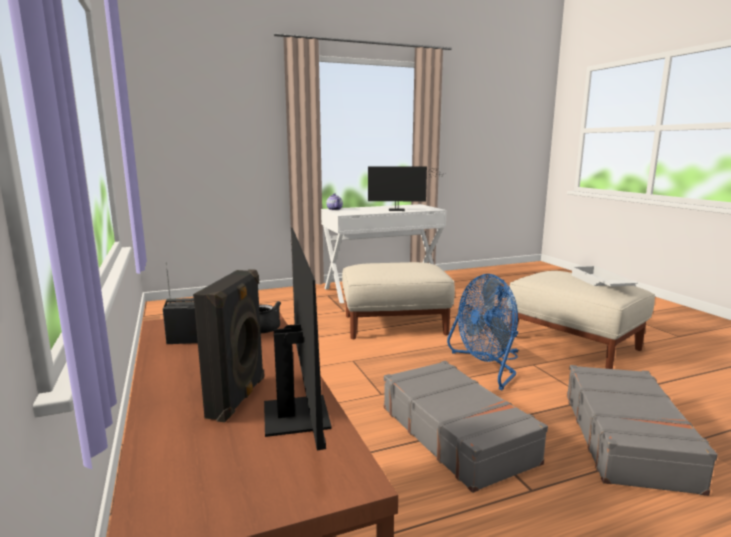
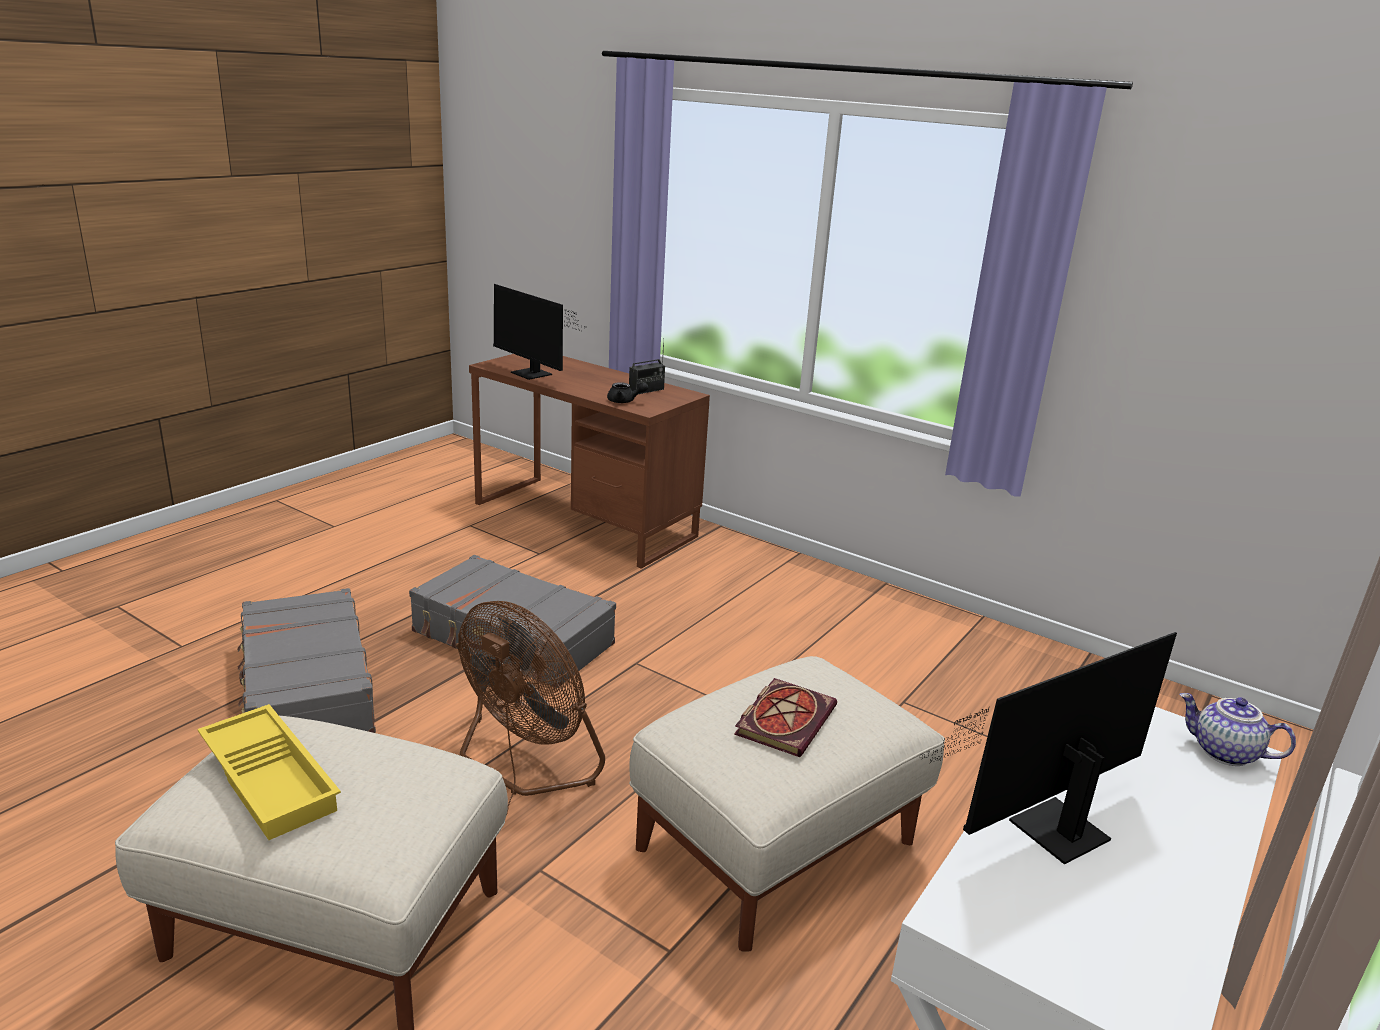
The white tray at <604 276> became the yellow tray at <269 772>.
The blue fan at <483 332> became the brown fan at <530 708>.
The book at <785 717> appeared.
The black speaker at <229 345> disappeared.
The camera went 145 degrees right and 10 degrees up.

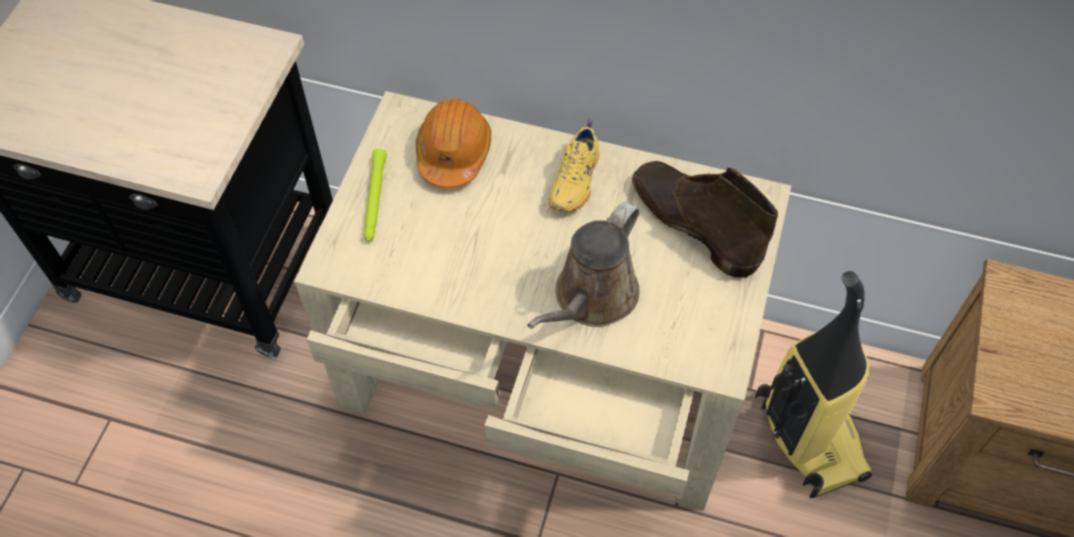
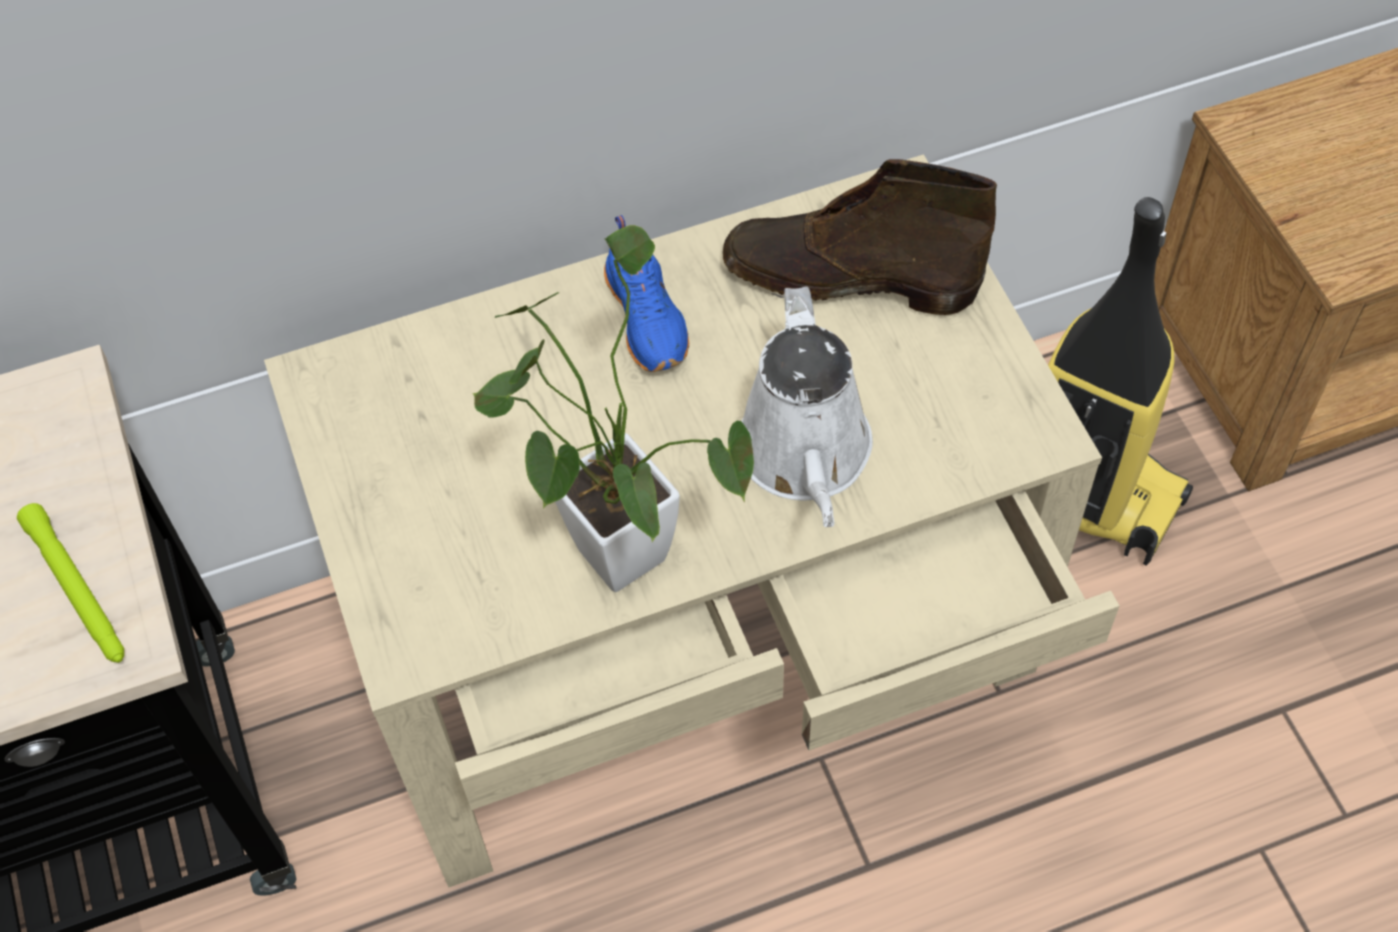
The green flashlight moved from <375 195> to <70 583>.
The potted plant at <613 408> appeared.
The yellow shoe at <574 165> became the blue shoe at <646 293>.
The brown watering can at <583 265> became the white watering can at <807 406>.
The orange hard hat at <453 143> disappeared.
The camera went 35 degrees left and 0 degrees up.

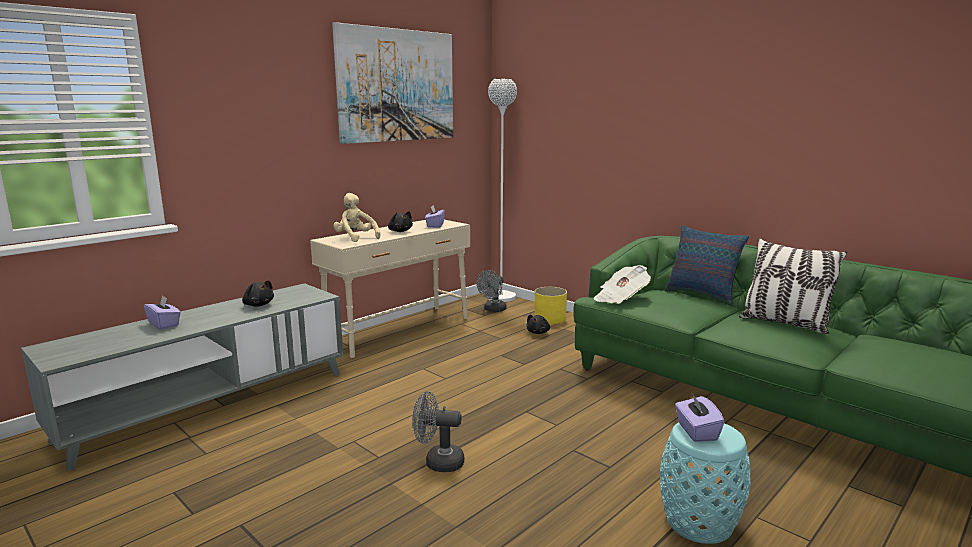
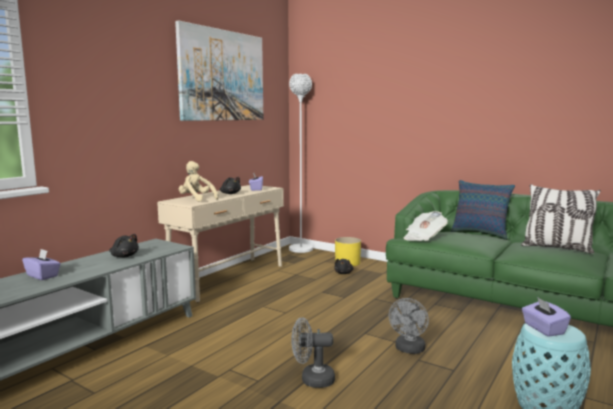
The grey fan moved from <492 291> to <409 326>.
The camera went 10 degrees left and 5 degrees down.

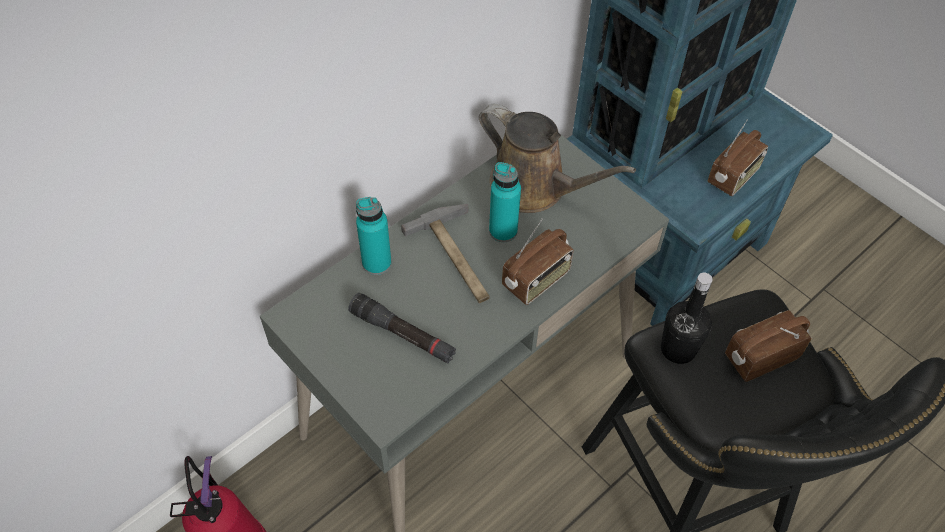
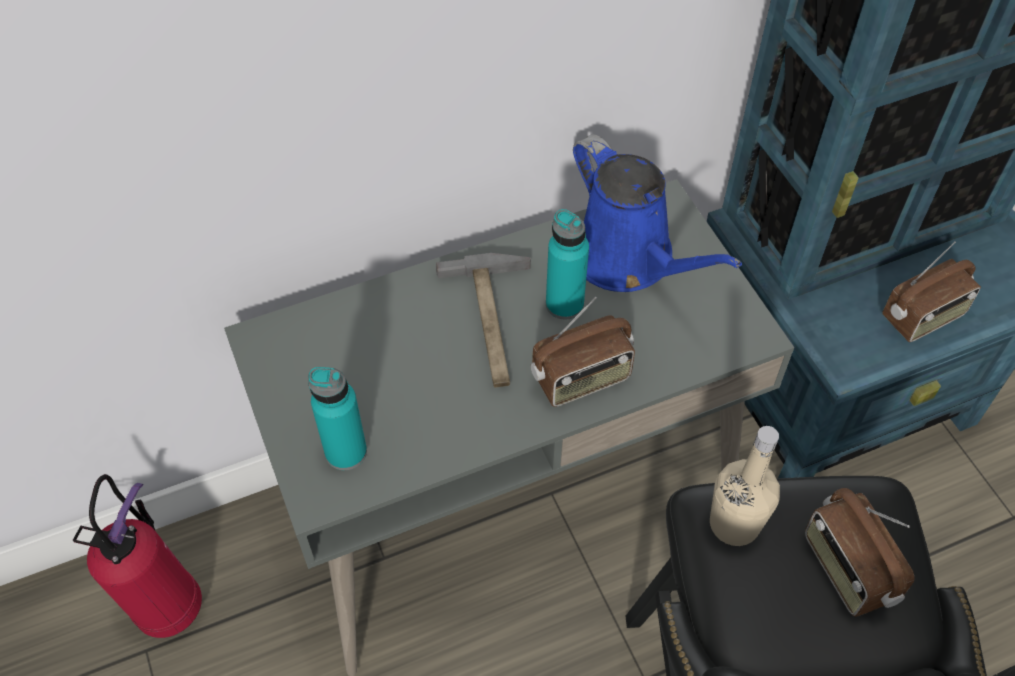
The turquoise bottle moved from <374 236> to <337 418>.
The brown watering can at <557 158> became the blue watering can at <657 213>.
The black bottle at <687 318> became the beige bottle at <745 486>.
The radio at <768 346> turned 105 degrees counterclockwise.
The black flashlight at <402 328> disappeared.
The camera went 20 degrees right and 0 degrees up.

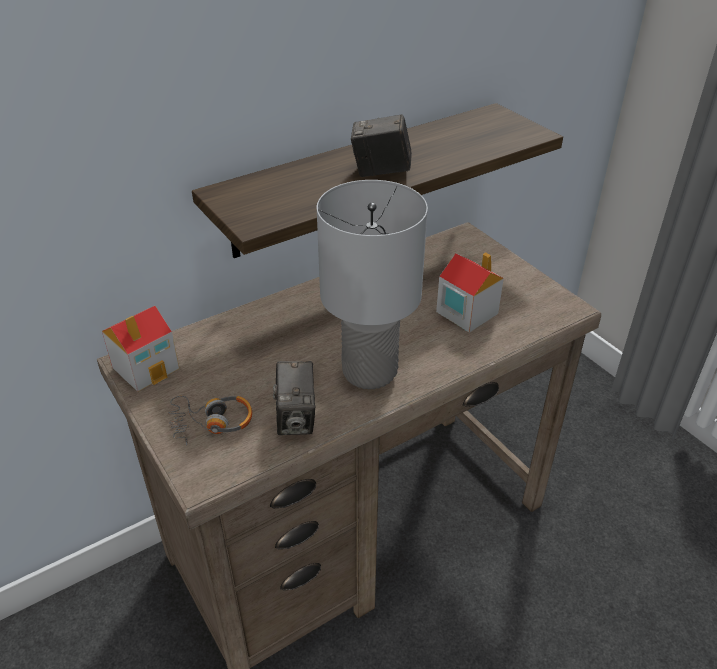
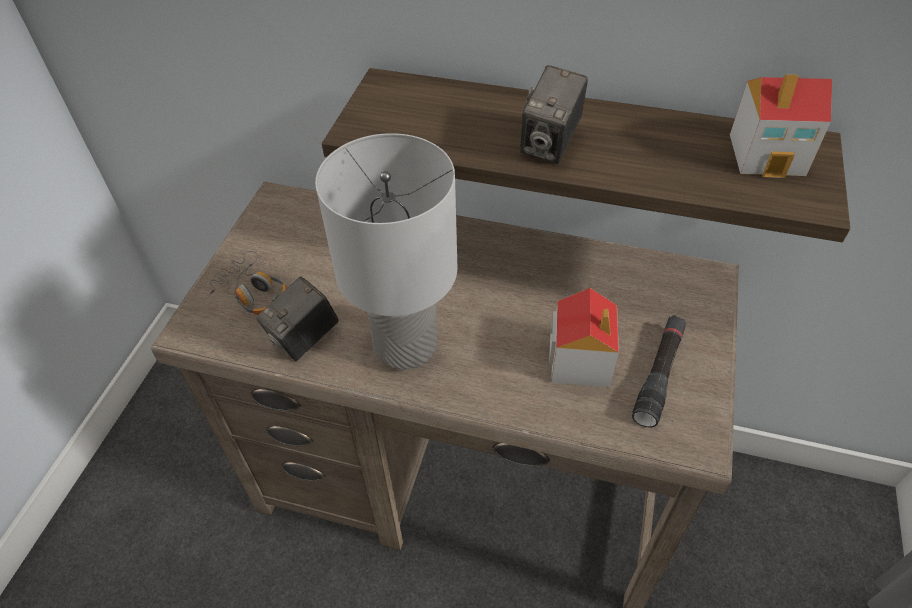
The photo camera at <381 145> turned 120 degrees counterclockwise.
The black flashlight at <659 371> appeared.
The toy house moved from <141 349> to <781 126>.
The camera went 50 degrees right and 10 degrees up.

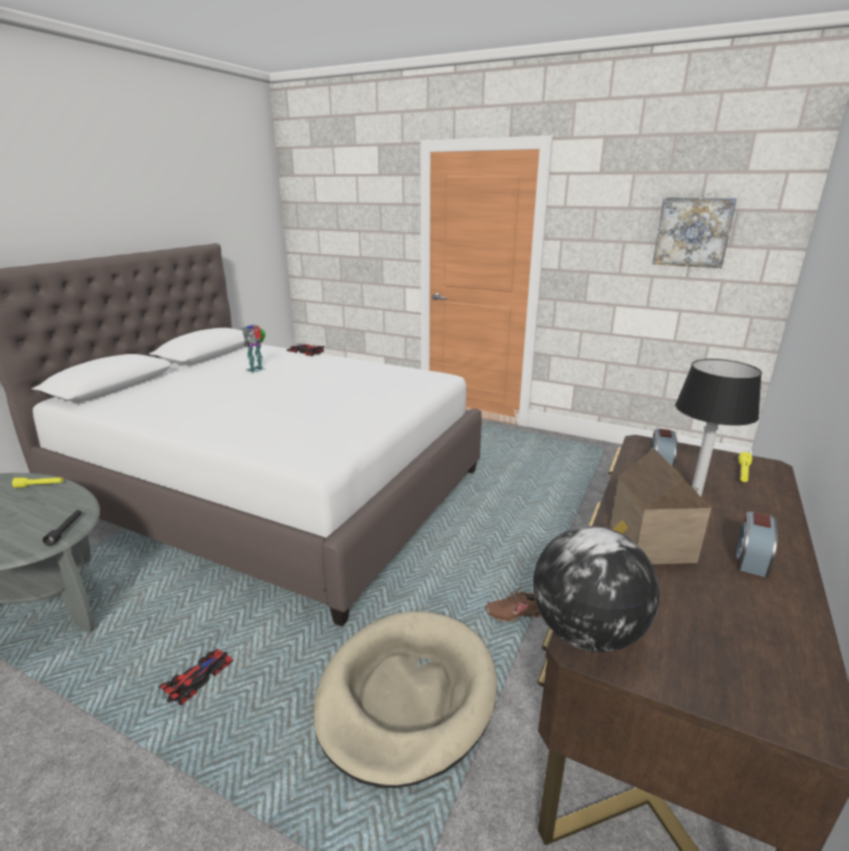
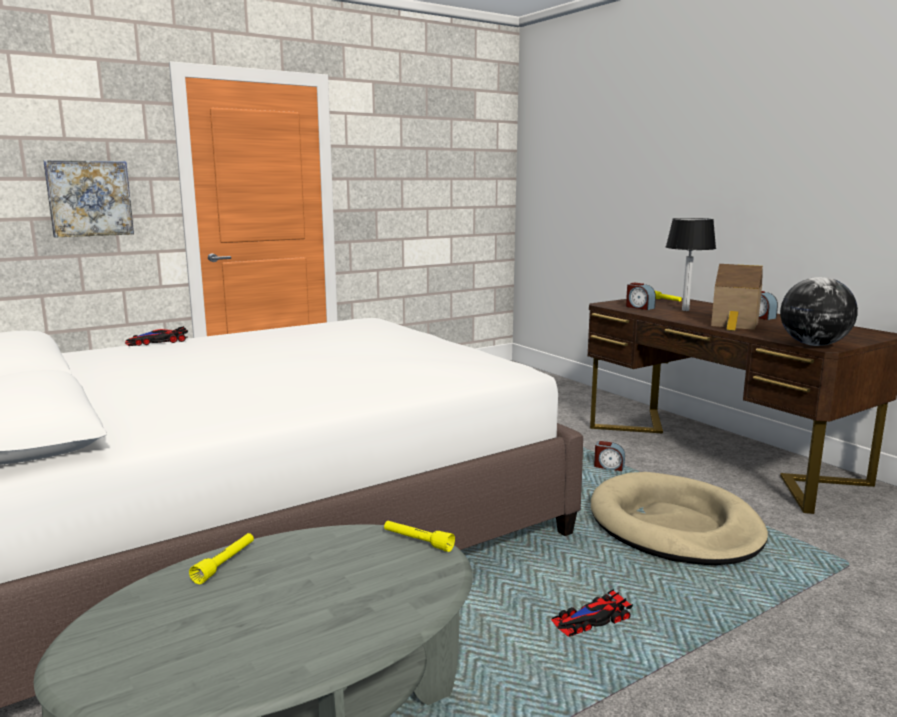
The picture moved from <694 232> to <88 199>.
The black flashlight at <62 528> became the yellow flashlight at <419 536>.
The toy car at <196 677> turned 90 degrees counterclockwise.
The brown shoe at <513 604> was replaced by the alarm clock at <609 456>.
The toy robot at <253 348> disappeared.
The camera went 60 degrees left and 10 degrees down.

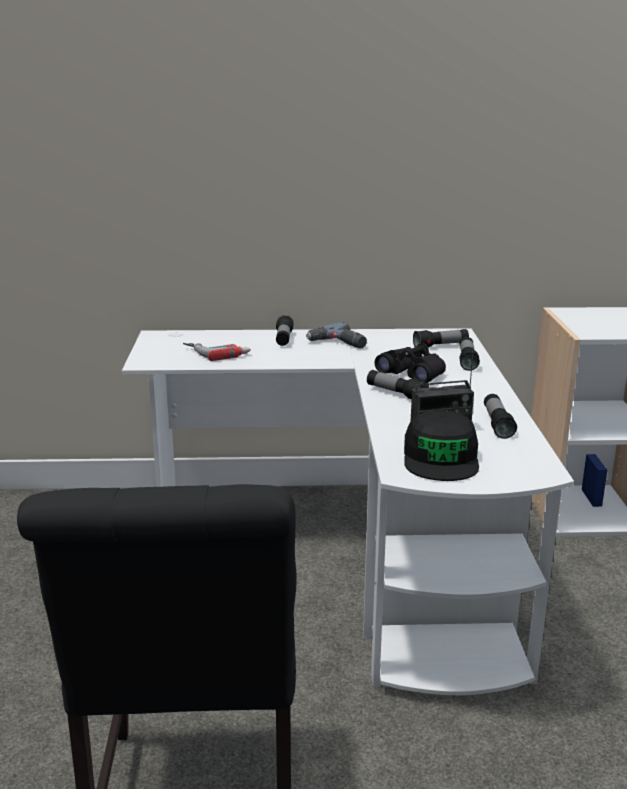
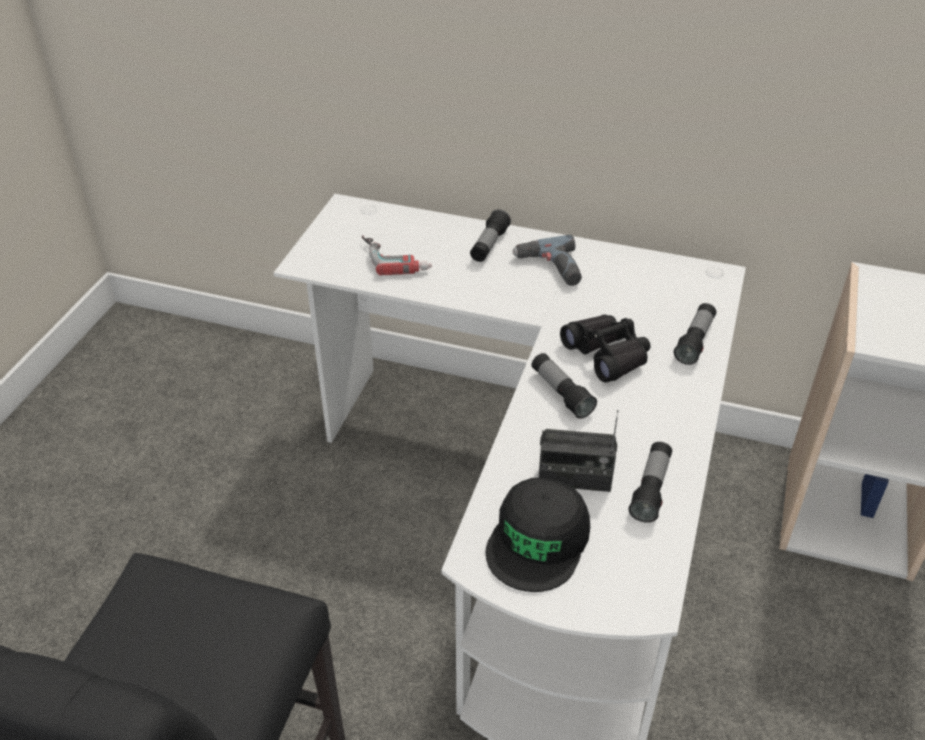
The flashlight at <441 338> disappeared.
The camera went 20 degrees right and 20 degrees up.

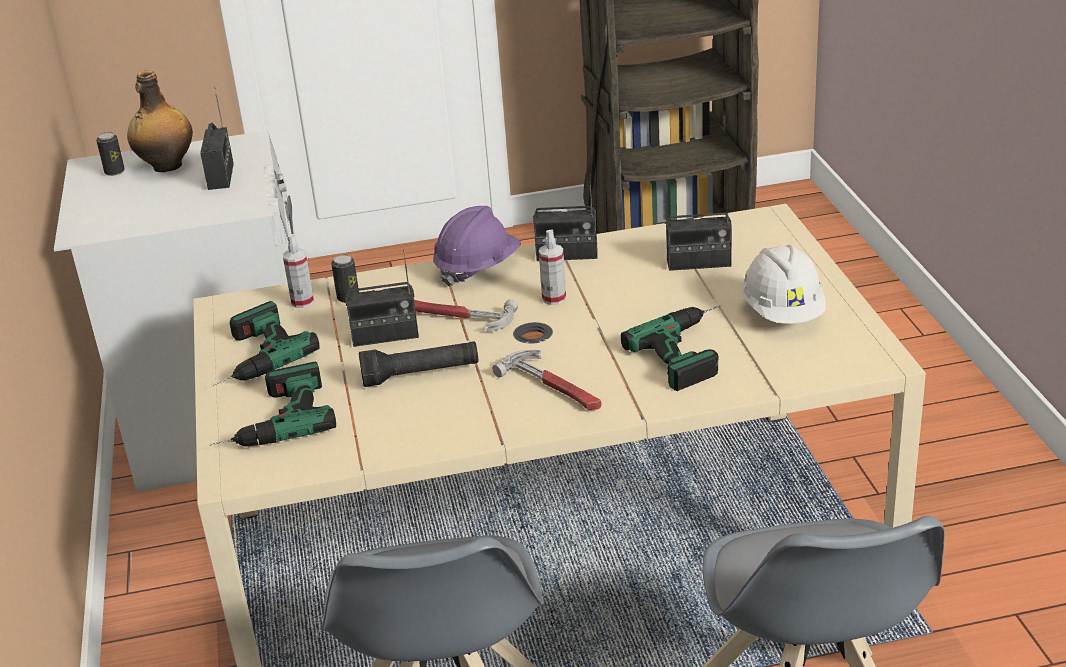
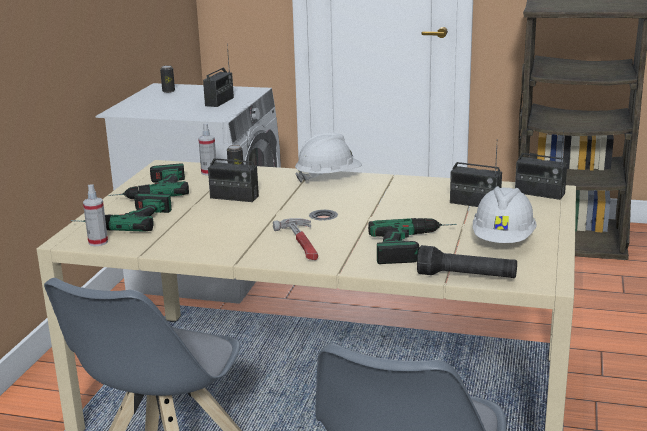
The spray bottle moved from <552 267> to <95 215>.
The purple hard hat at <477 246> became the white hard hat at <328 157>.
The black flashlight moved from <418 364> to <467 261>.
The radio moved from <565 217> to <541 165>.
The bottle at <160 121> disappeared.
The hammer at <466 315> disappeared.
The camera went 25 degrees right and 10 degrees down.

